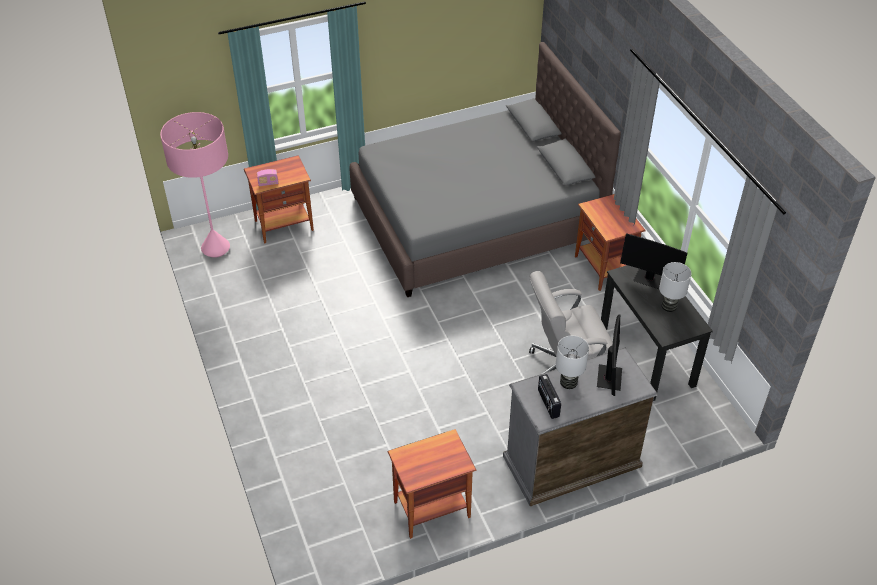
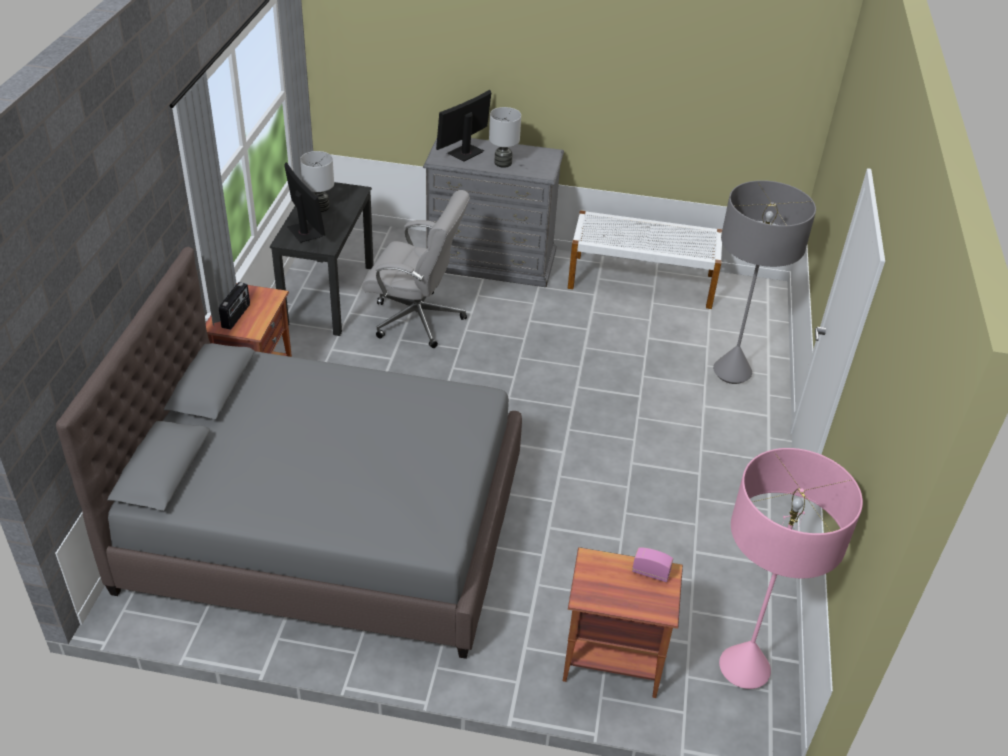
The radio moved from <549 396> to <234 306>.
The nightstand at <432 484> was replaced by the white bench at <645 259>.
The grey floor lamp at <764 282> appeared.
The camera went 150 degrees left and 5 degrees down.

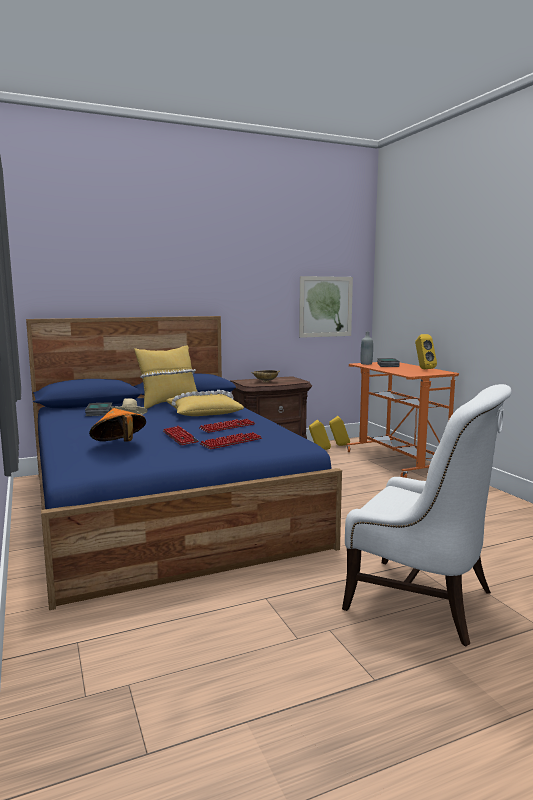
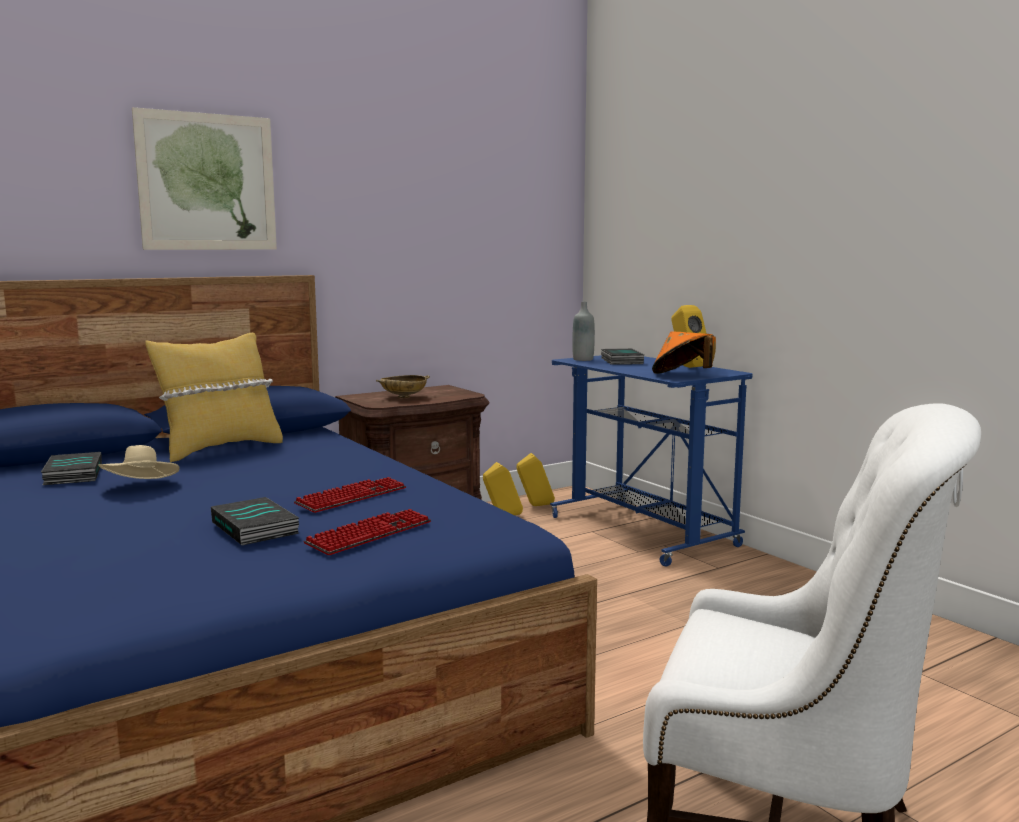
The picture moved from <326 307> to <204 178>.
The keyboard at <181 435> was replaced by the book at <255 521>.
The orange desk at <402 420> became the blue desk at <651 460>.
The orange hat moved from <117 424> to <684 352>.
The yellow pillow at <205 403> disappeared.
The camera went 10 degrees left and 0 degrees up.

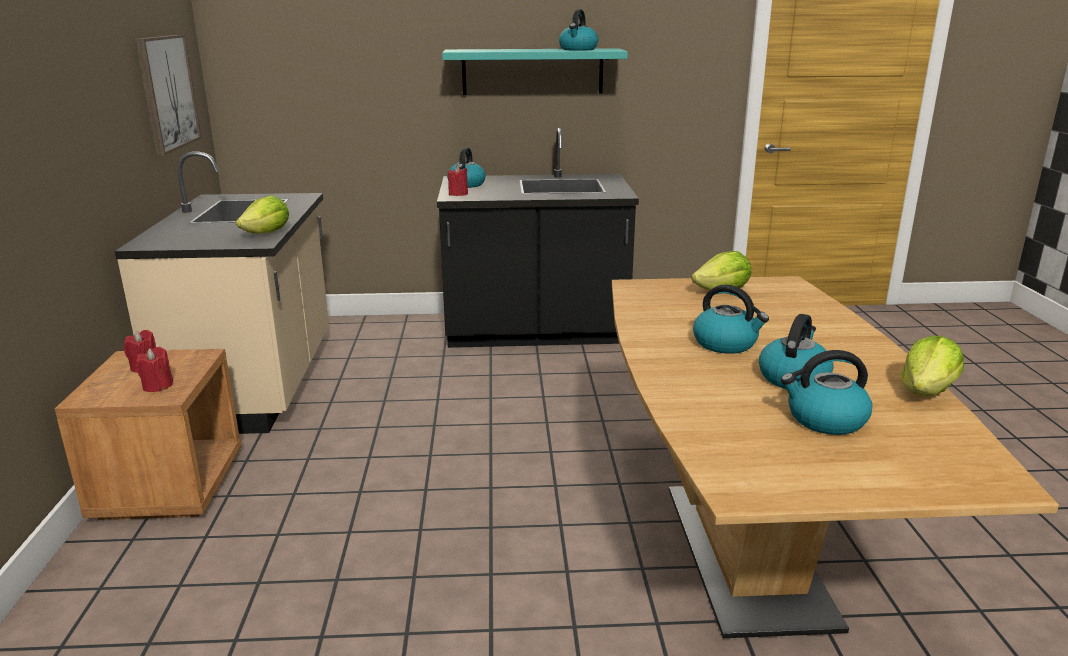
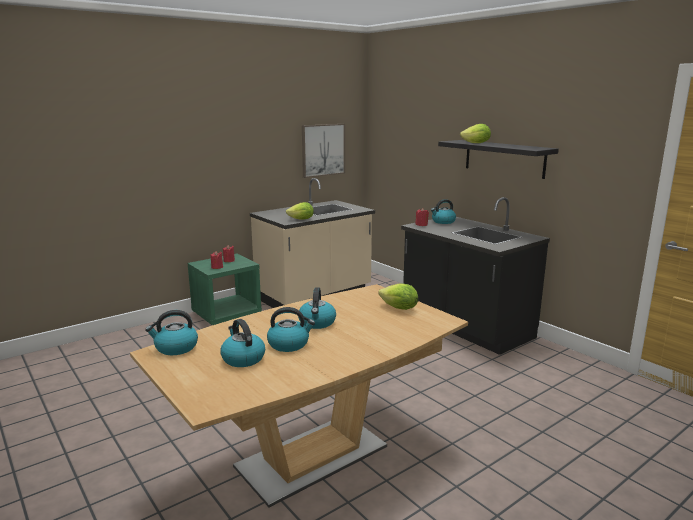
The kettle moved from <578 30> to <171 332>.
The brown nightstand at <148 434> became the green nightstand at <225 289>.
The turquoise shelf at <535 71> became the black shelf at <498 159>.
The lettuce moved from <932 366> to <475 133>.
The camera went 55 degrees right and 5 degrees down.

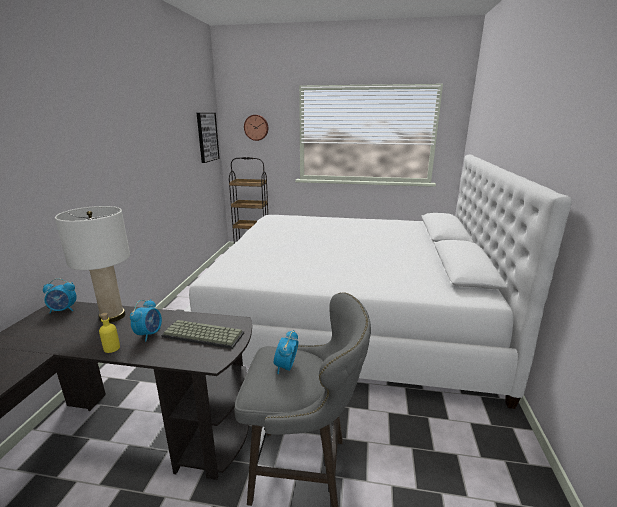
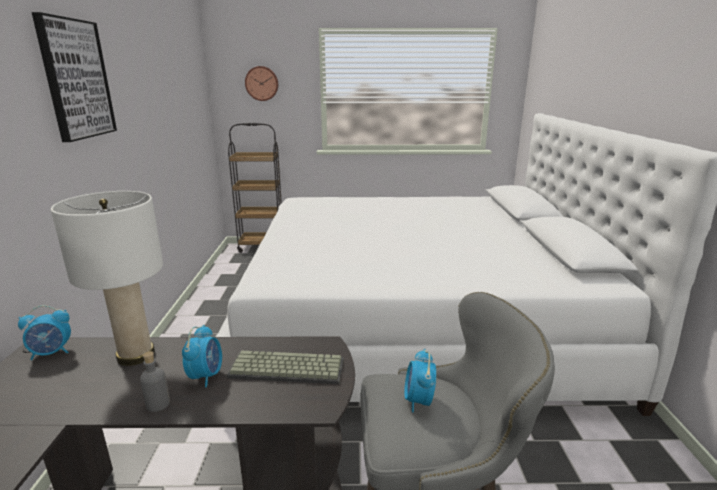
The picture moved from <208 138> to <74 77>.
The yellow bottle at <109 333> became the grey bottle at <155 381>.
The camera went 10 degrees left and 0 degrees up.

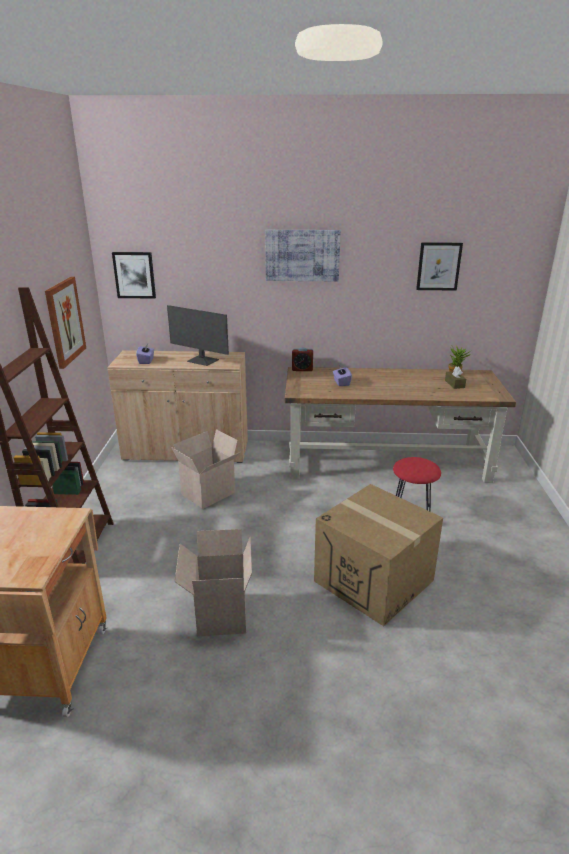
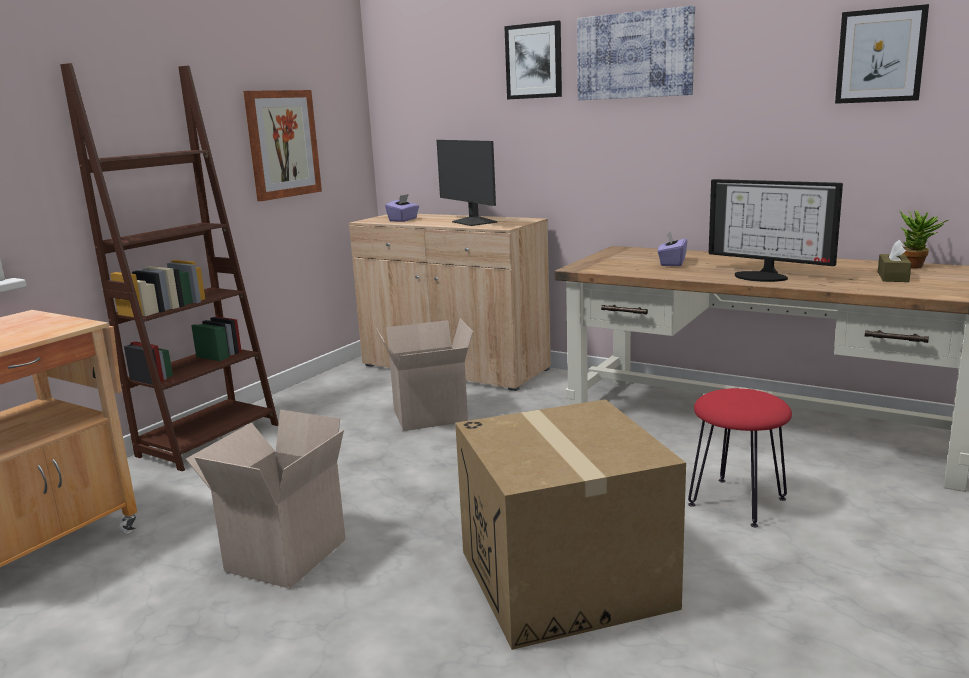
The picture moved from <134 275> to <533 59>.
The monitor at <776 230> appeared.
The alarm clock at <302 359> disappeared.
The camera went 30 degrees right and 10 degrees down.

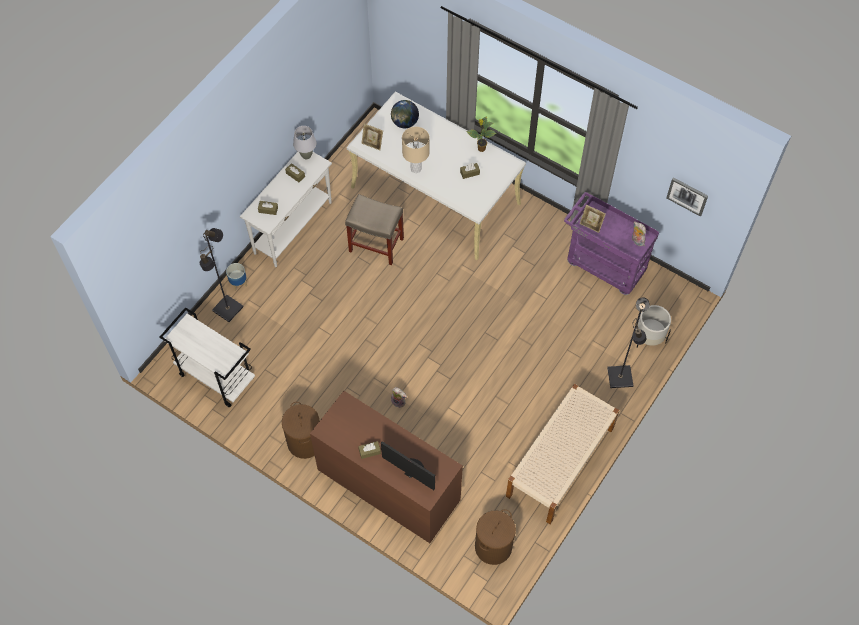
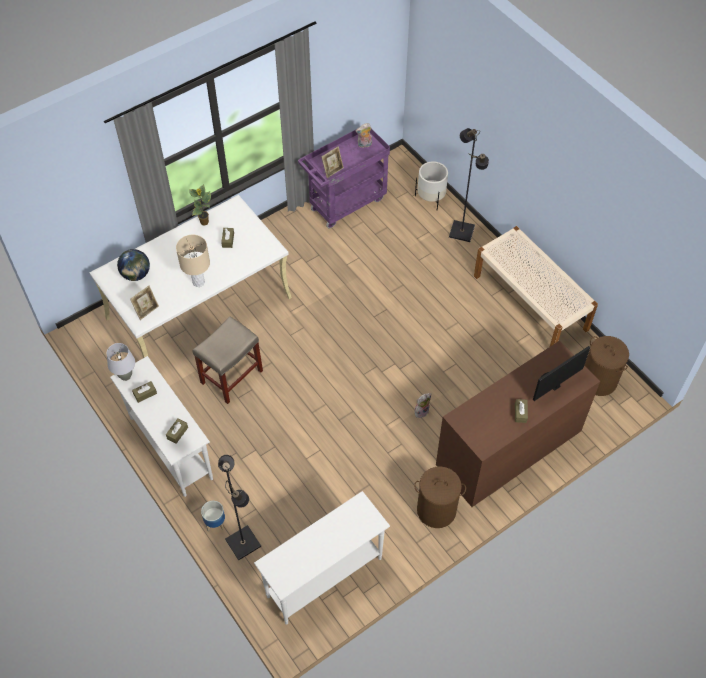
The white cart at <207 357> was replaced by the white console table at <322 558>.
The picture at <687 197> disappeared.
The camera went 70 degrees left and 5 degrees down.

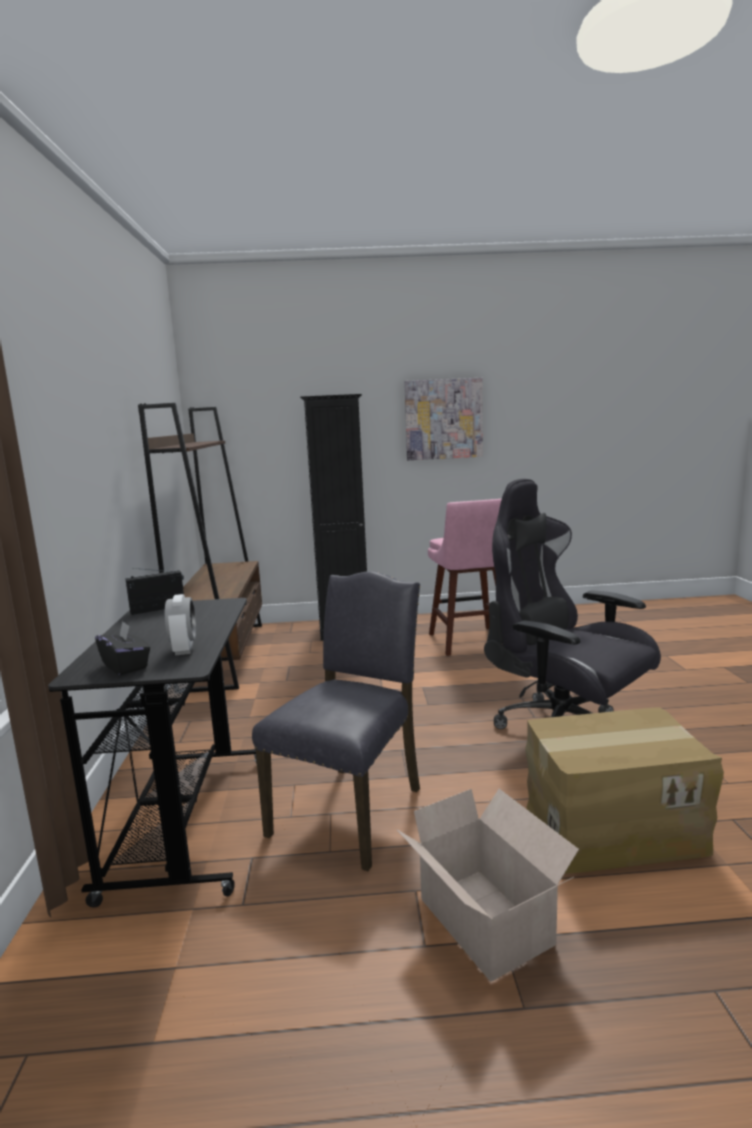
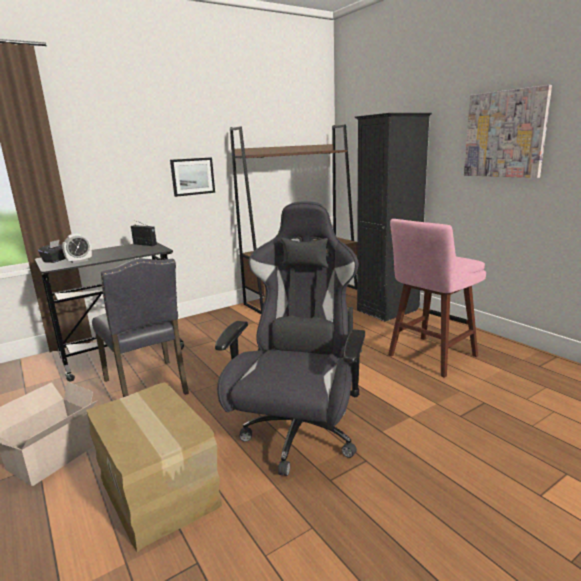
The grey chair at <336 721> turned 60 degrees clockwise.
The picture at <192 177> appeared.
The camera went 60 degrees right and 5 degrees up.

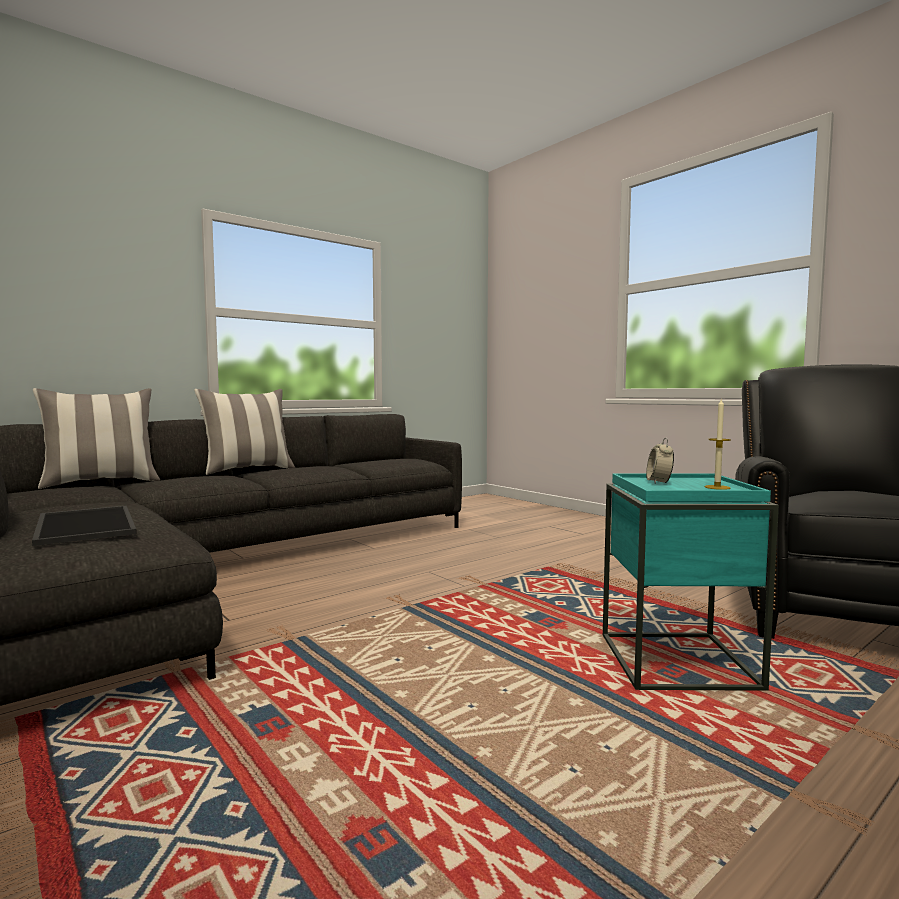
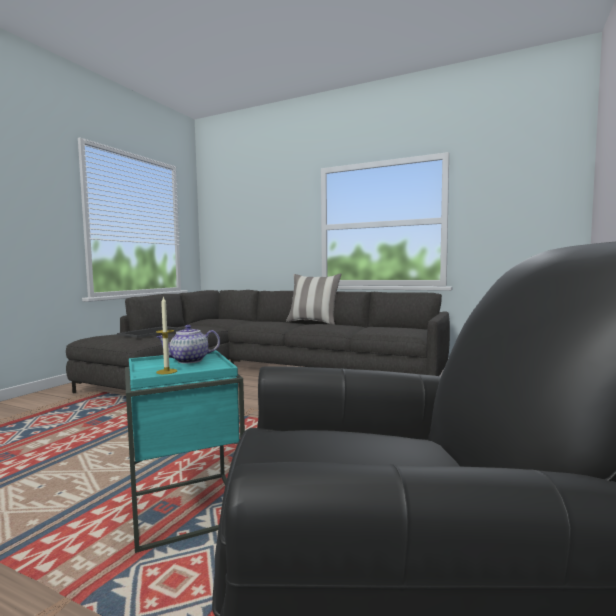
The alarm clock at <660 460> was replaced by the teapot at <188 344>.
The pillow at <96 438> disappeared.
The camera went 65 degrees right and 0 degrees up.

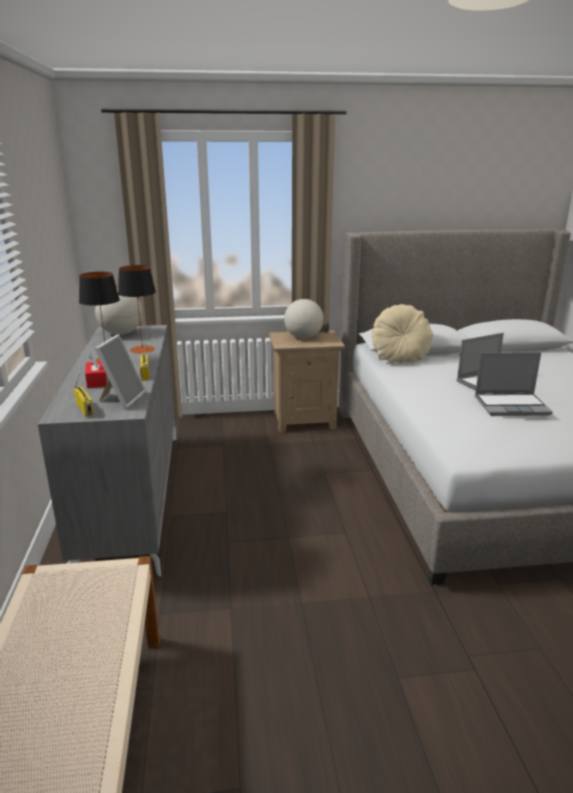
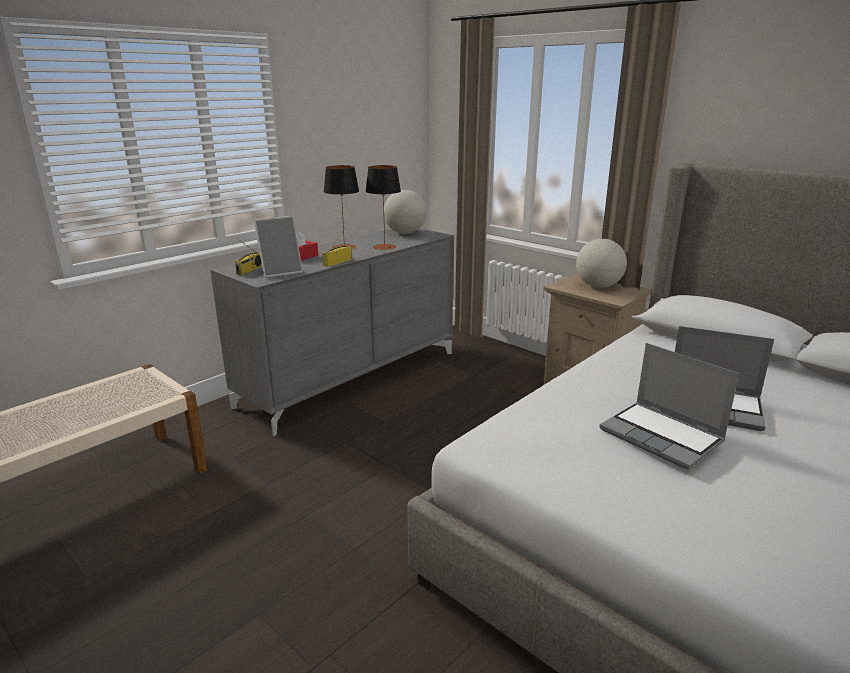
The beige pillow at <402 333> disappeared.
The camera went 50 degrees right and 0 degrees up.

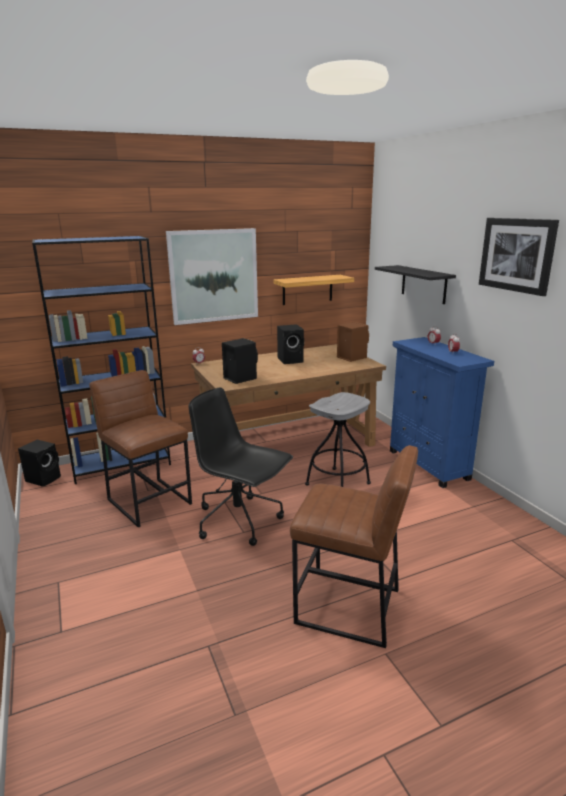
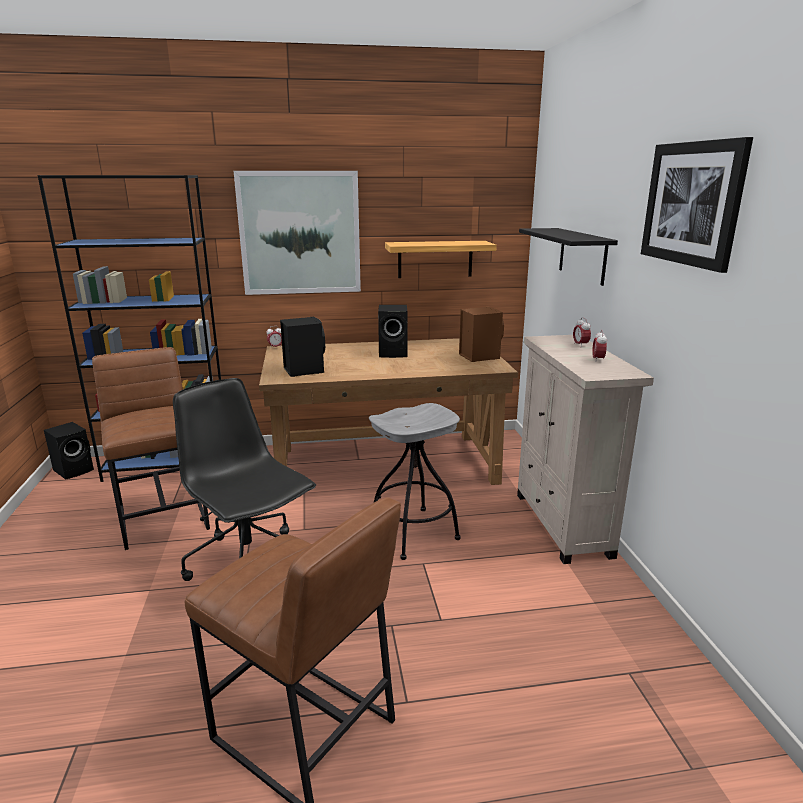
The blue cabinet at <442 412> became the beige cabinet at <585 449>.
The camera went 15 degrees right and 0 degrees up.

